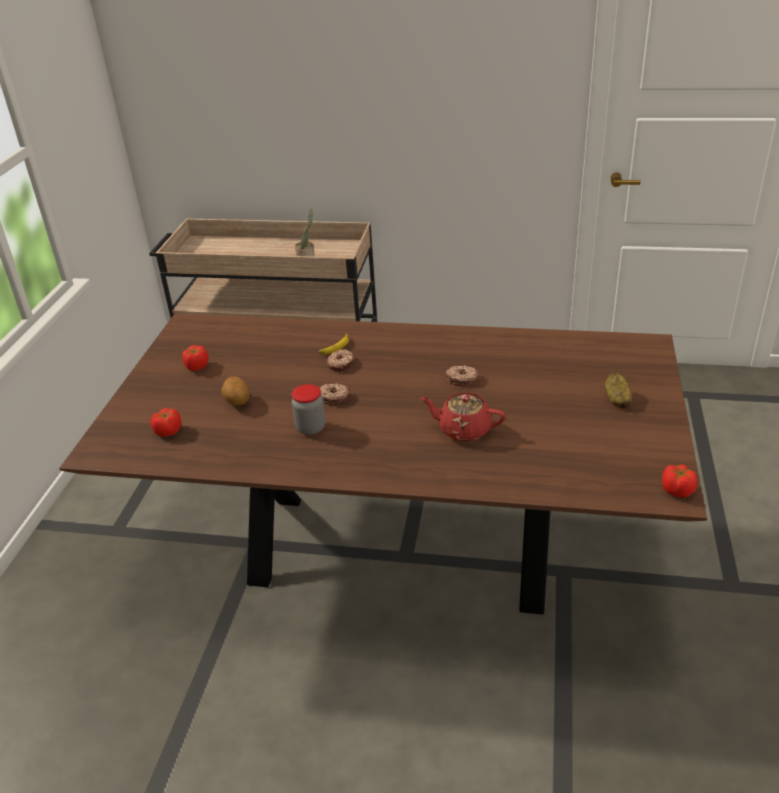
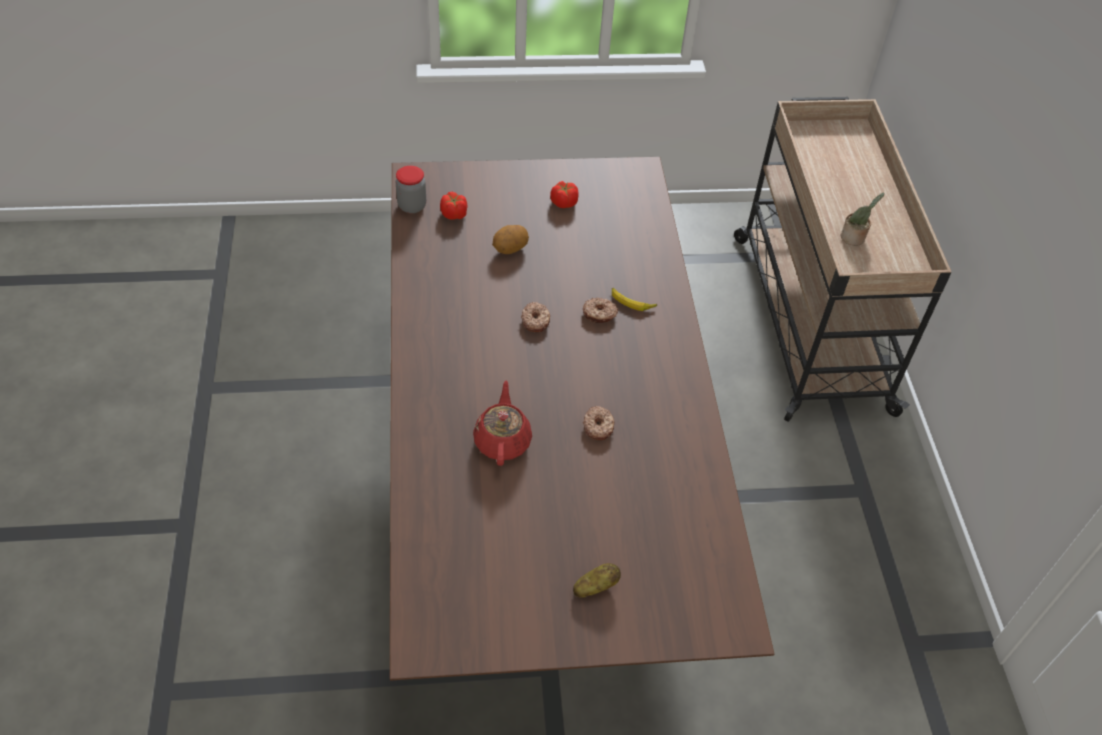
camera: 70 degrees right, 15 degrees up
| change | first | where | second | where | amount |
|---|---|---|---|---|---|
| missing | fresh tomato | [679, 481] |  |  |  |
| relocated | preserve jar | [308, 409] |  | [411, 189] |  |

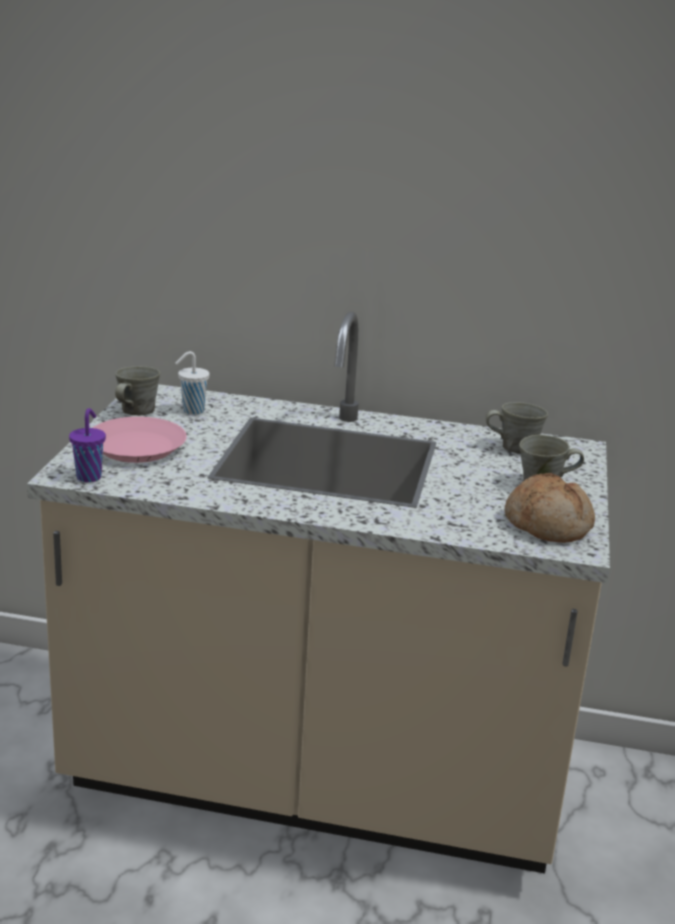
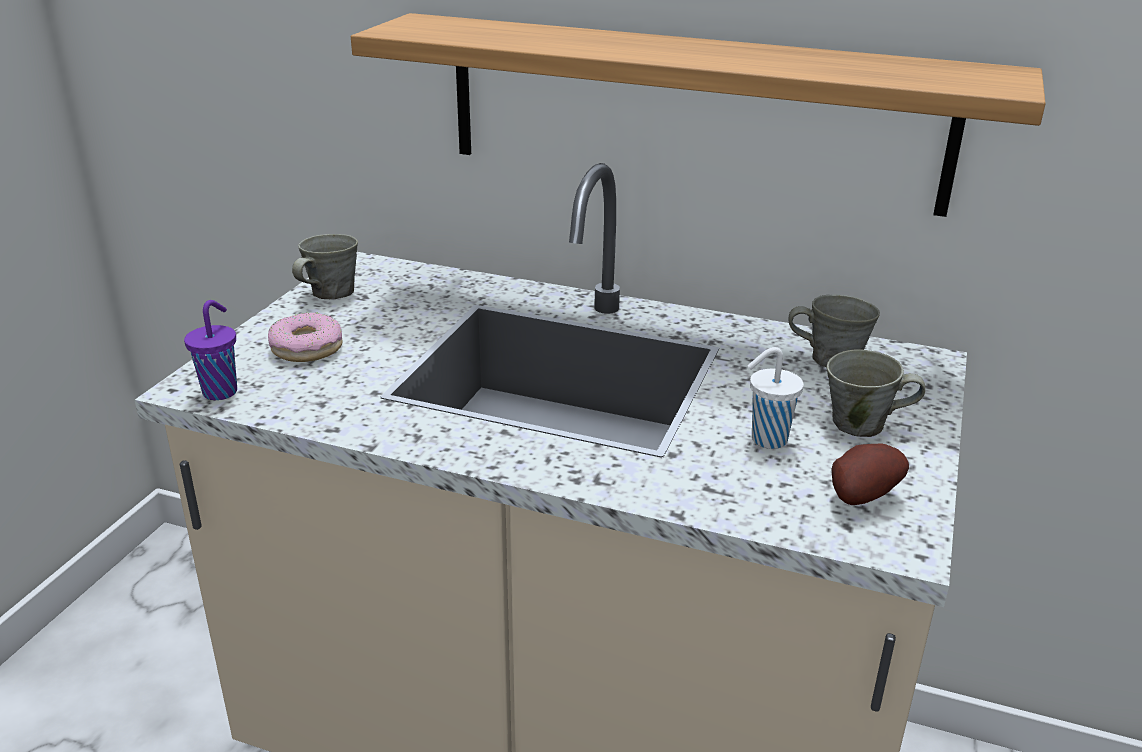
camera: 10 degrees right, 5 degrees up
| change | first | where | second | where | amount |
|---|---|---|---|---|---|
| appeared |  |  | bracket shelf | [698, 115] |  |
| relocated | white-coloured small cup | [192, 383] |  | [776, 398] |  |
| exchanged | pink dinner plate | [140, 440] | donut | [305, 337] |  |
| exchanged | bread | [550, 508] | whole potato | [870, 474] |  |

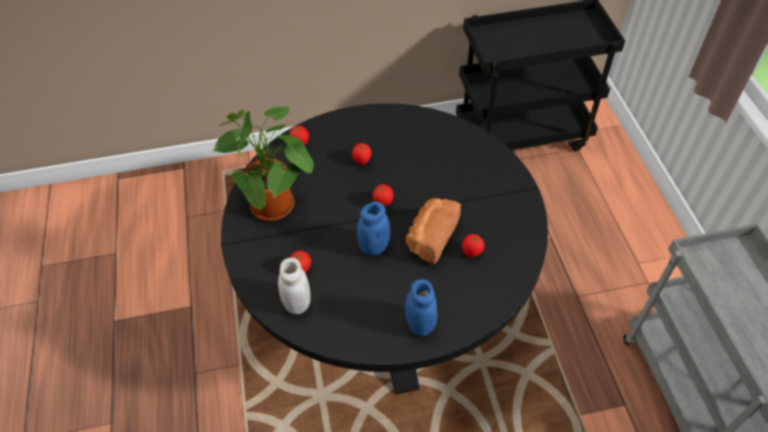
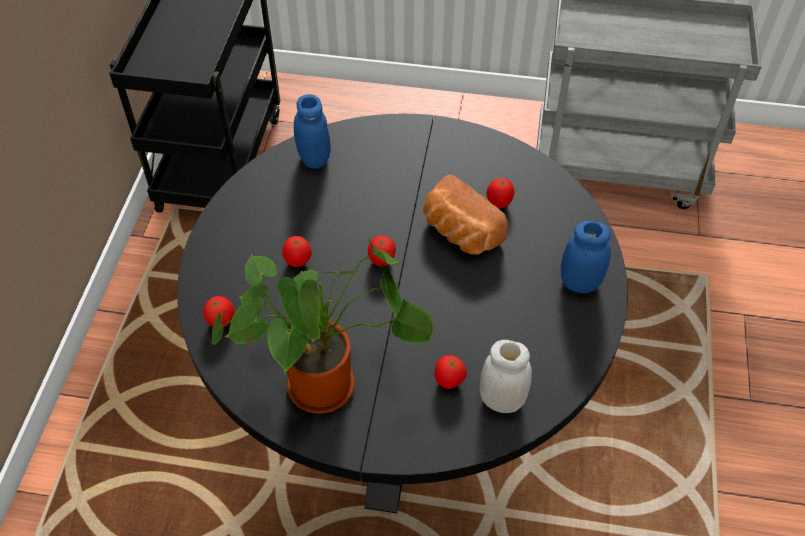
camera: 70 degrees left, 0 degrees up
| change | first | where | second | where | amount |
|---|---|---|---|---|---|
| relocated | bluish preserve jar | [373, 229] |  | [312, 131] |  |

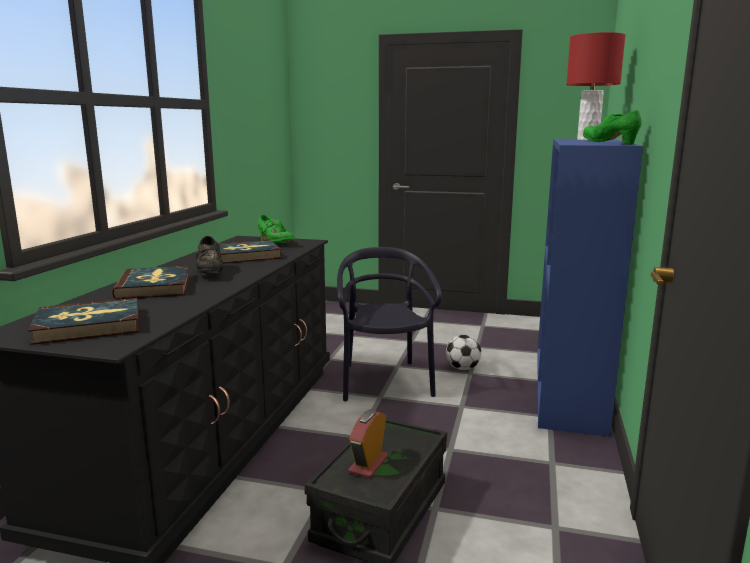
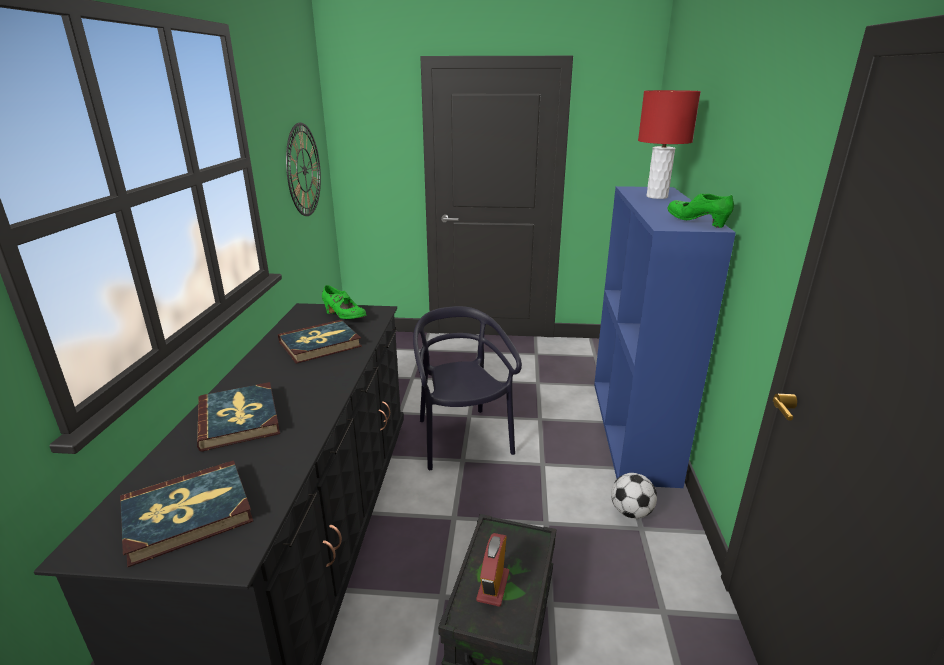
camera: 10 degrees left, 10 degrees up
| change | first | where | second | where | amount |
|---|---|---|---|---|---|
| missing | black low shoe | [209, 255] |  |  |  |
| appeared |  |  | clock on the wall | [303, 169] |  |
| relocated | ball for football | [463, 352] |  | [634, 496] |  |

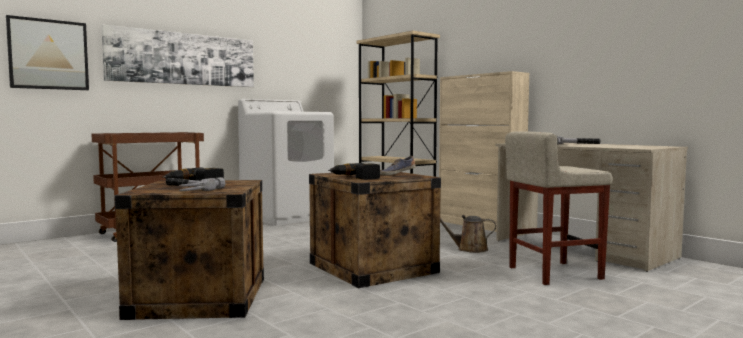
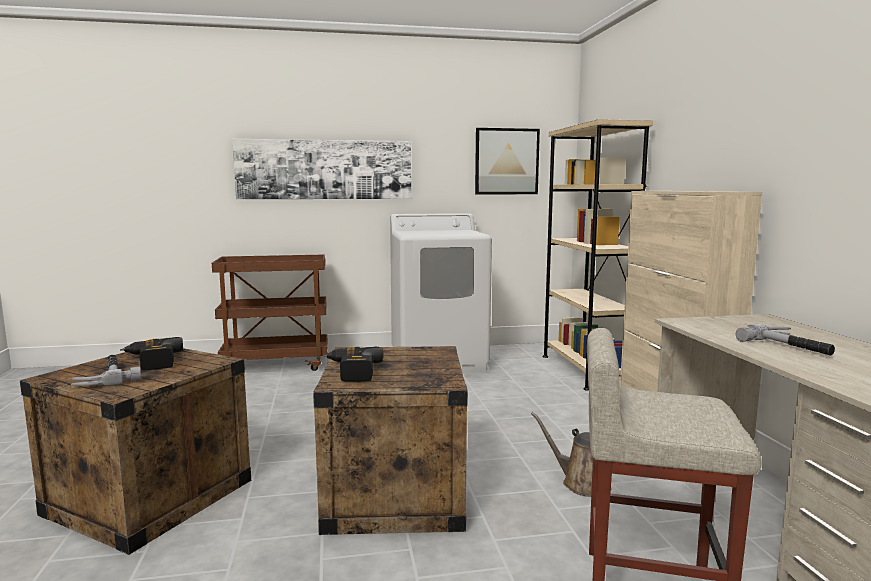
camera: 30 degrees right, 5 degrees up
| change | first | where | second | where | amount |
|---|---|---|---|---|---|
| missing | low shoe | [398, 165] |  |  |  |
| relocated | wall picture | [47, 52] |  | [507, 161] |  |

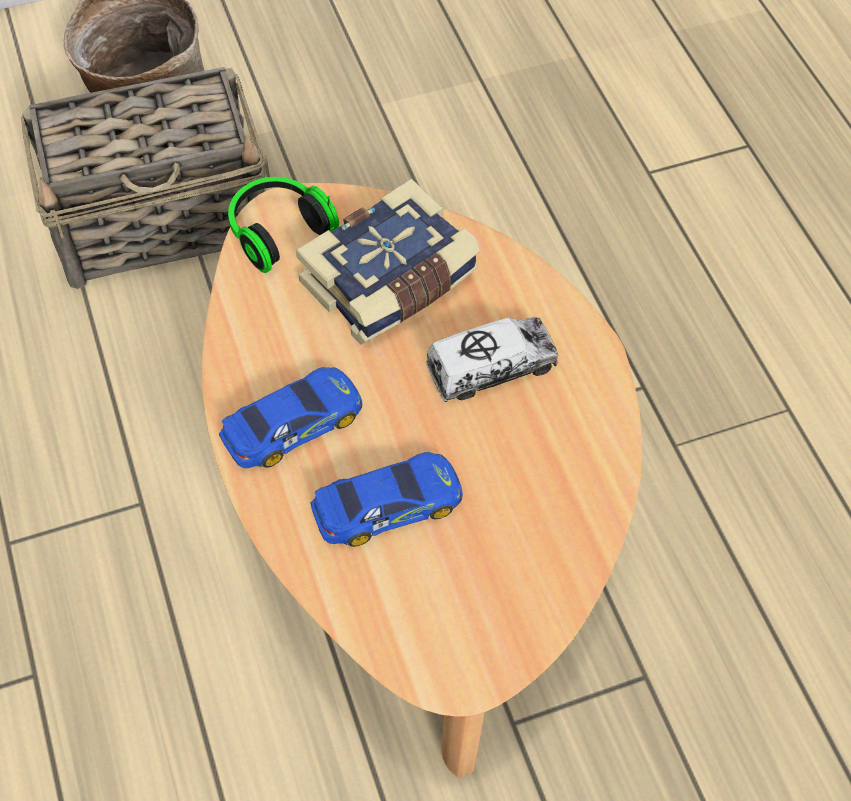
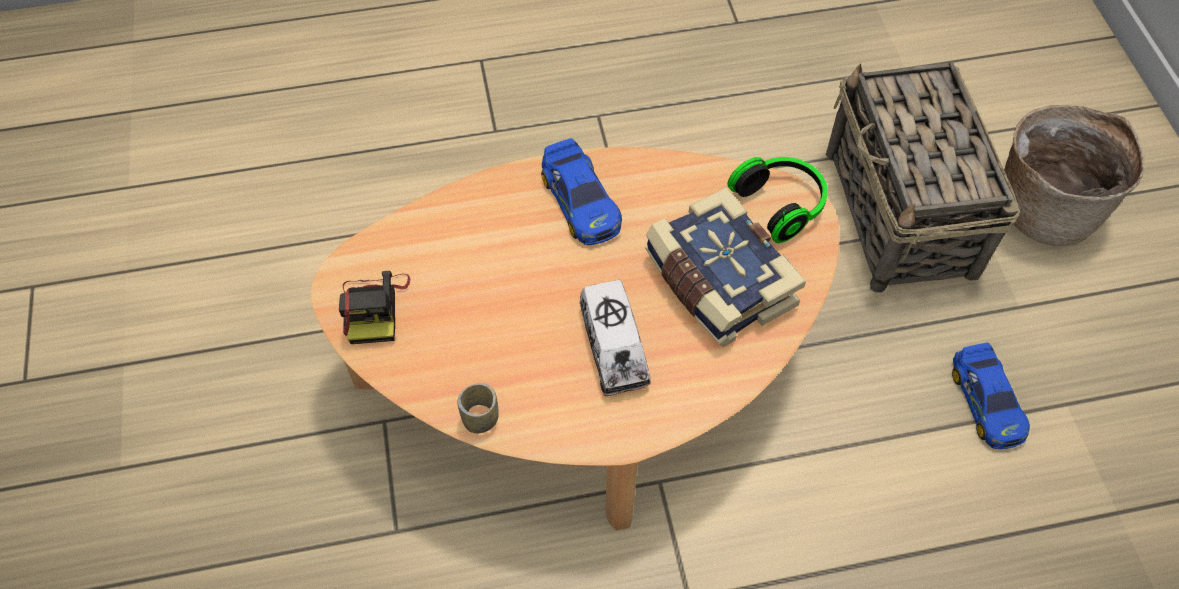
camera: 100 degrees right, 0 degrees up
| change | first | where | second | where | amount |
|---|---|---|---|---|---|
| appeared |  |  | photo camera | [374, 307] |  |
| appeared |  |  | small cup | [478, 408] |  |
| relocated | miniature car | [386, 499] |  | [991, 396] |  |

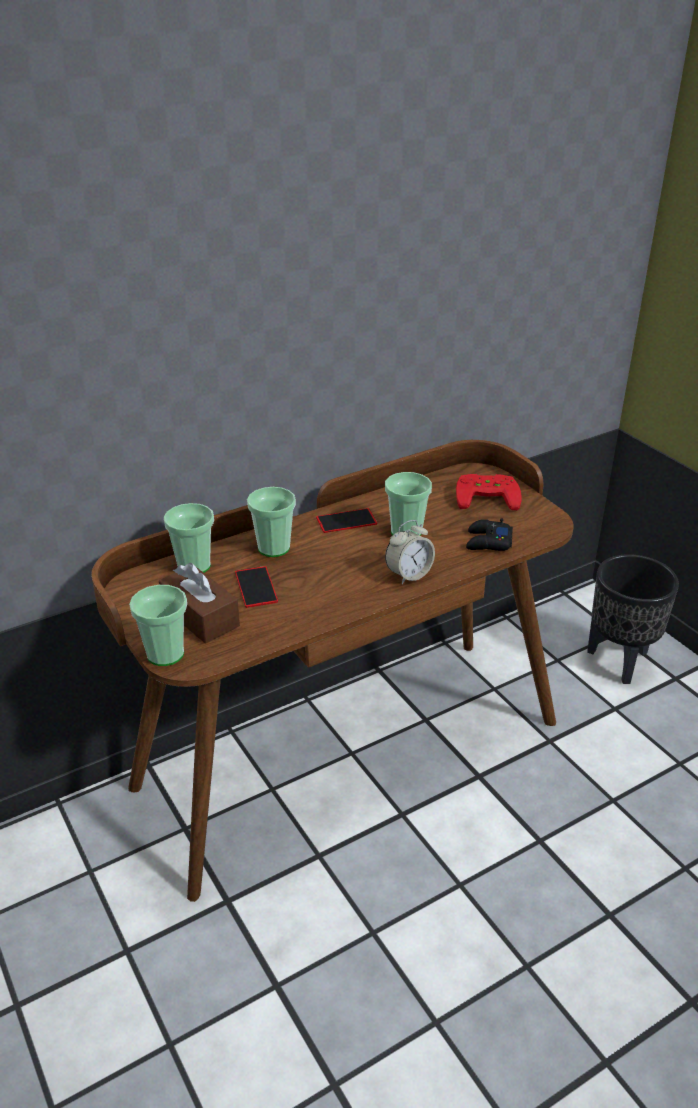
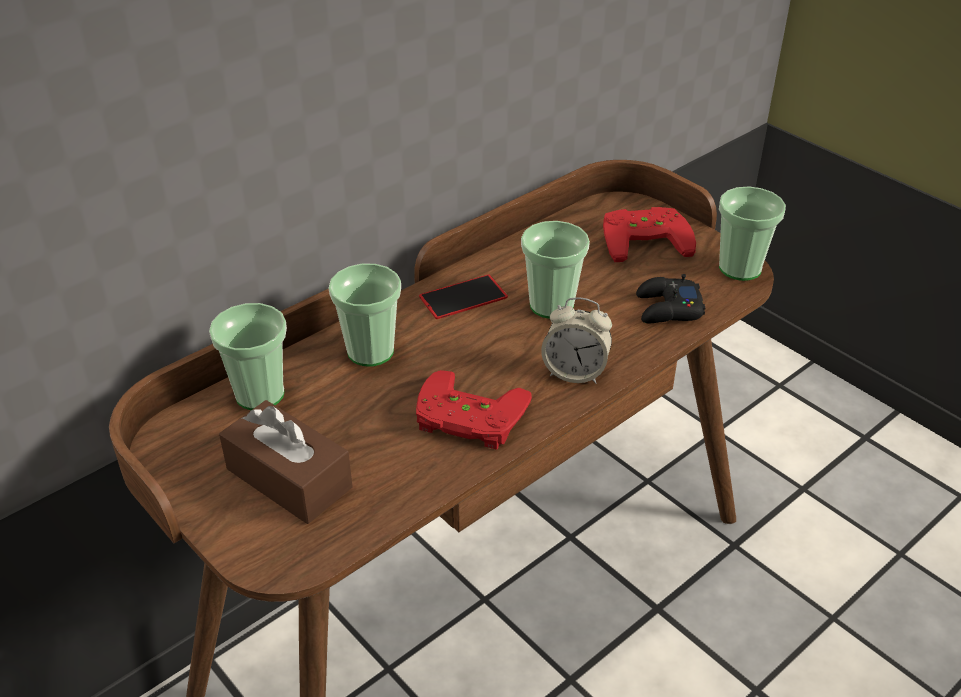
camera: 10 degrees left, 5 degrees up
| change | first | where | second | where | amount |
|---|---|---|---|---|---|
| missing | phone | [256, 587] |  |  |  |
| missing | black plant pot | [633, 619] |  |  |  |
| appeared |  |  | reddish gamepad | [474, 410] |  |
| relocated | small cup | [158, 625] |  | [752, 233] |  |
| spun | alarm clock | [410, 552] |  | [576, 341] | 60 degrees clockwise |

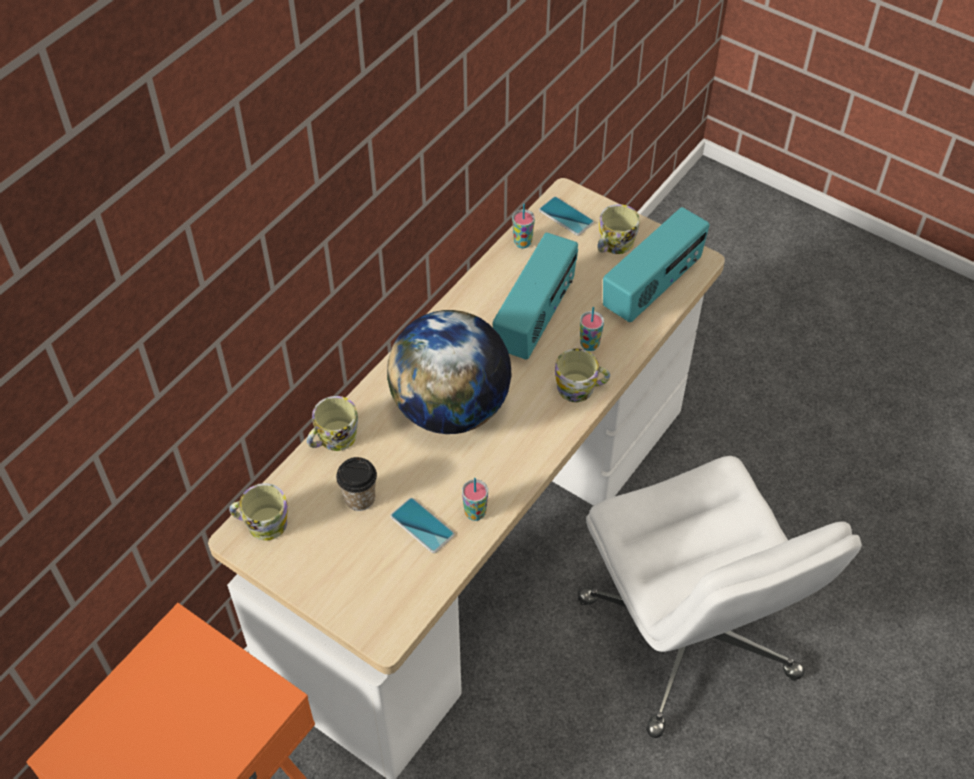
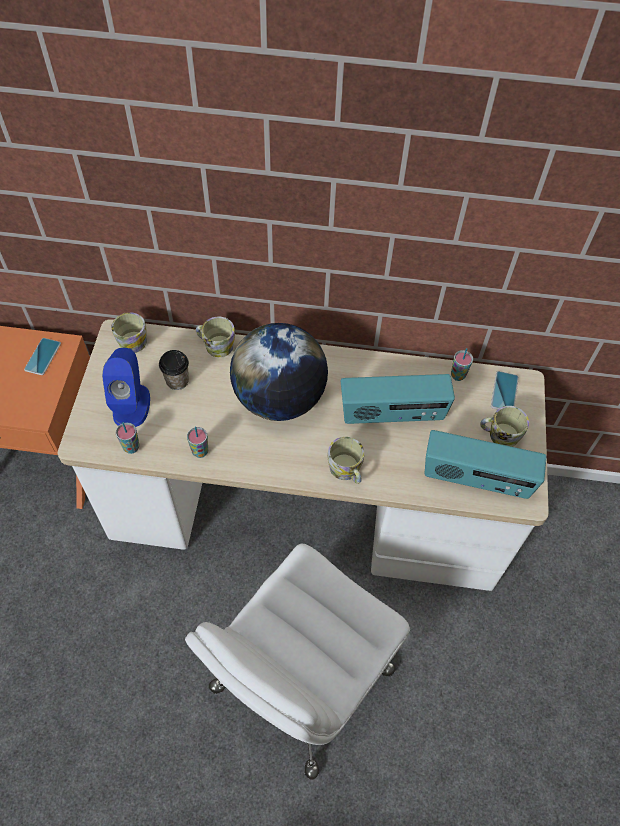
camera: 60 degrees right, 5 degrees up
| change | first | where | second | where | amount |
|---|---|---|---|---|---|
| appeared |  |  | bluish speaker | [126, 387] |  |
| relocated | phone | [422, 525] |  | [42, 356] |  |
| relocated | small cup | [592, 329] |  | [127, 438] |  |

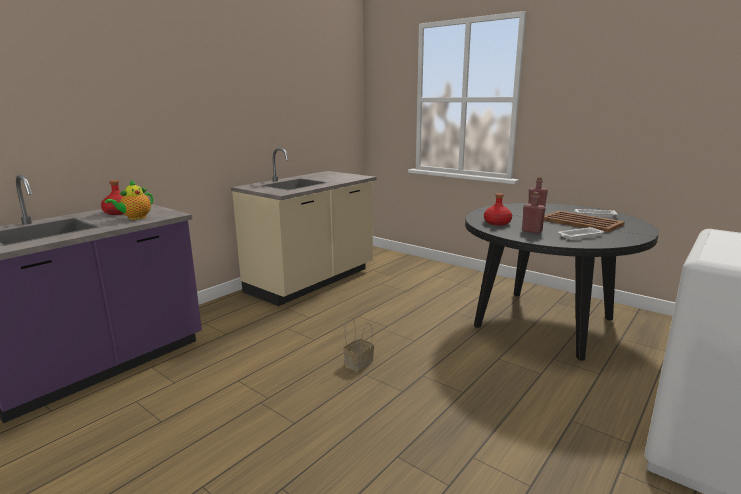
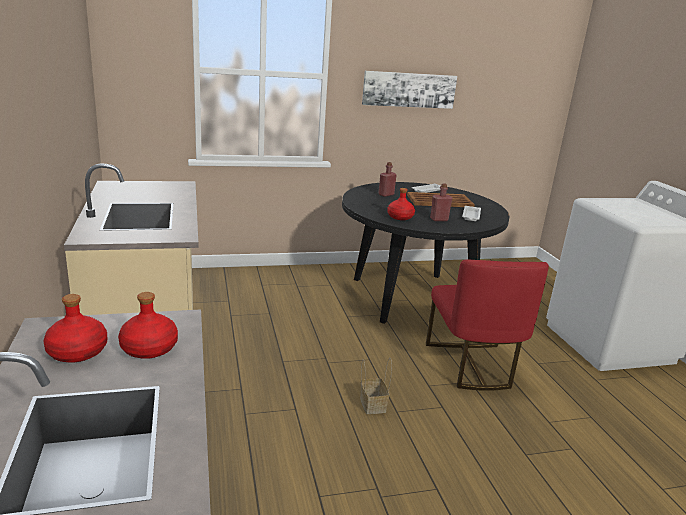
camera: 55 degrees left, 5 degrees up
| change | first | where | second | where | amount |
|---|---|---|---|---|---|
| appeared |  |  | wall picture | [409, 90] |  |
| appeared |  |  | reddish plain chair | [487, 325] |  |
| exchanged | teapot | [129, 199] | reddish drink bottle | [148, 325] |  |

